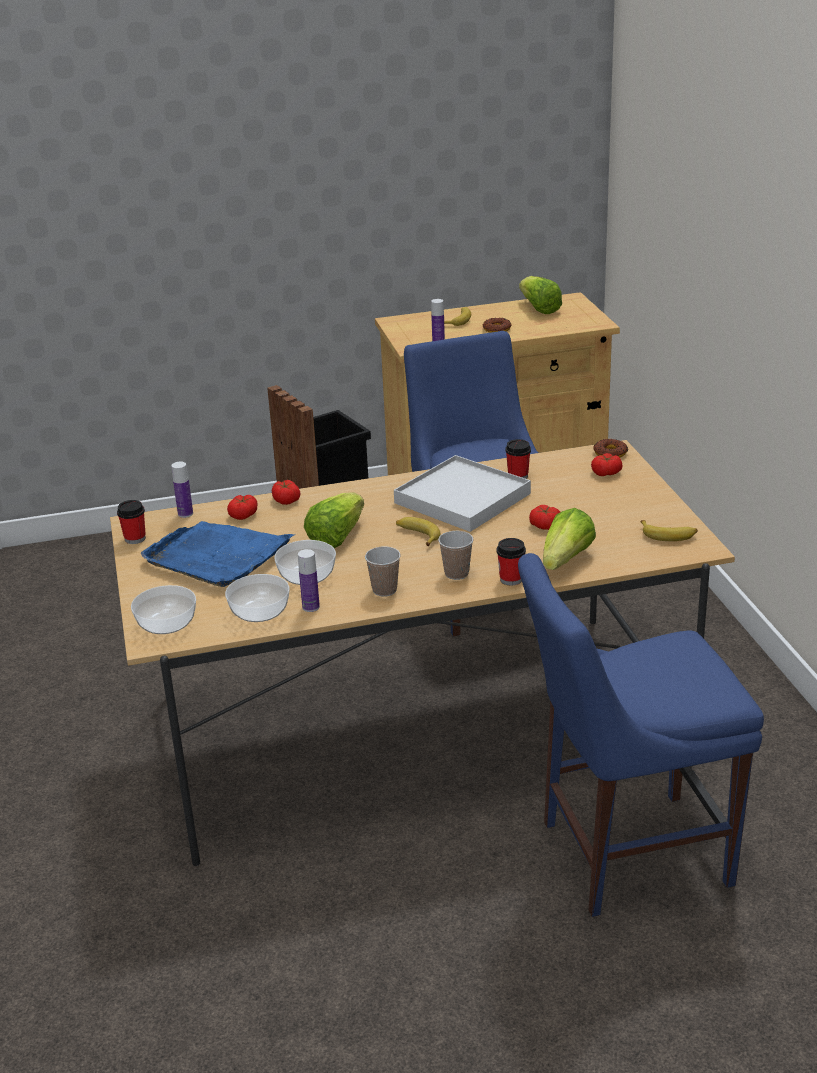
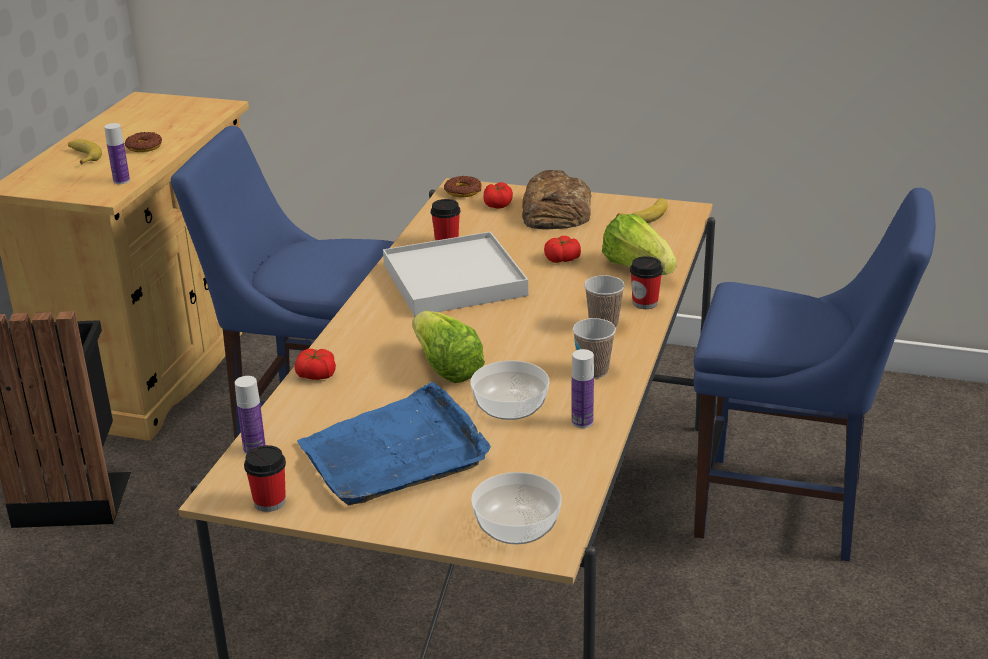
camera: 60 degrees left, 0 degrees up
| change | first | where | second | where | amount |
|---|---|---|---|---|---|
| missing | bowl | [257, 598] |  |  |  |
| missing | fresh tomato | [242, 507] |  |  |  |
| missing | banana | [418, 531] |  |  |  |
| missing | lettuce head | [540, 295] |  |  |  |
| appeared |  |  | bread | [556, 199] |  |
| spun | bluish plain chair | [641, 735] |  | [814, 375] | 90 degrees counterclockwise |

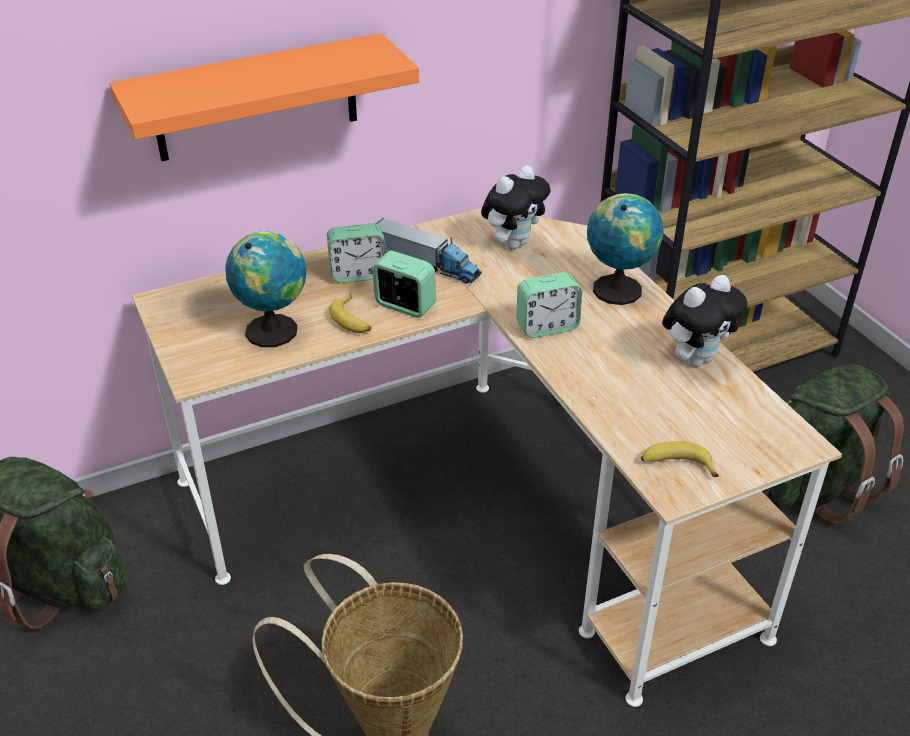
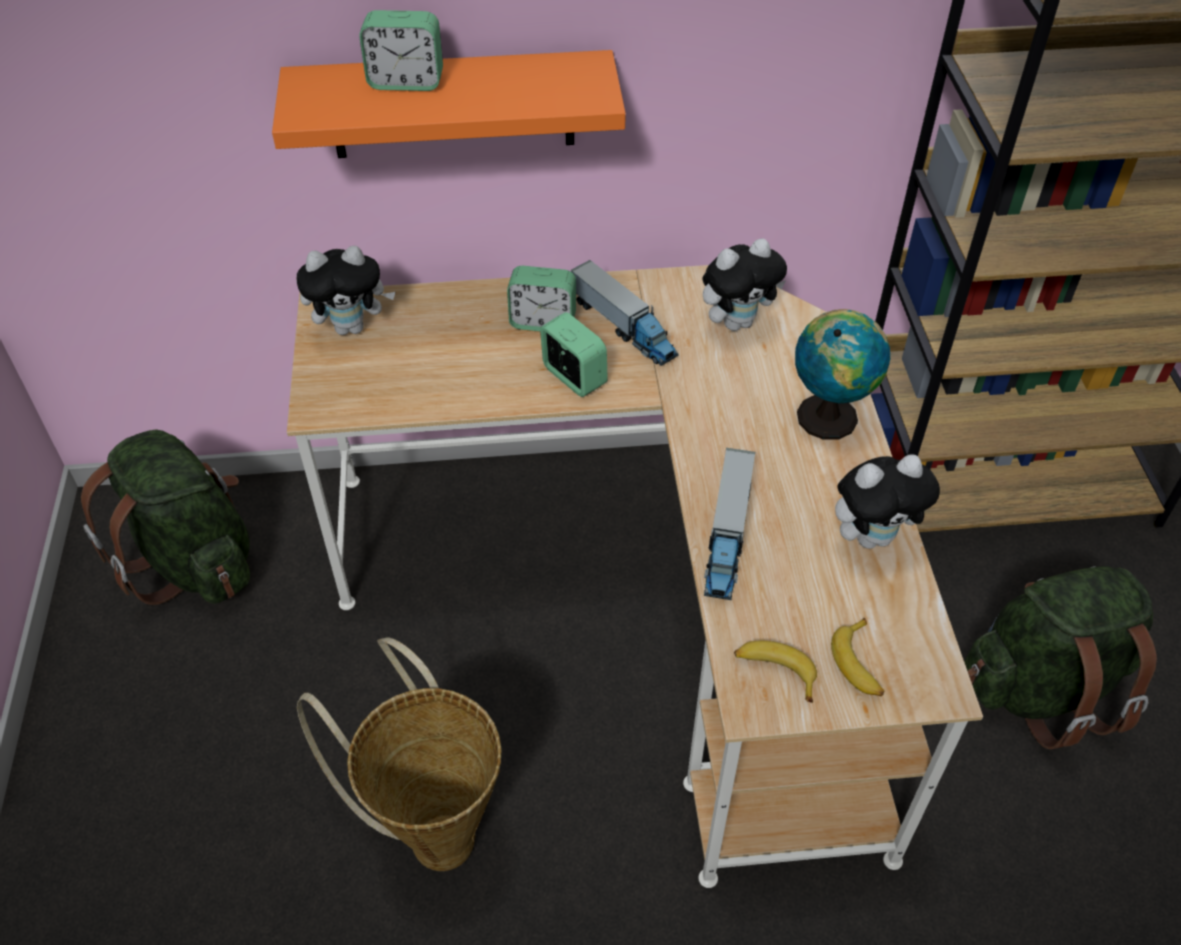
camera: 20 degrees right, 10 degrees up
| change | first | where | second | where | amount |
|---|---|---|---|---|---|
| missing | world globe | [265, 289] |  |  |  |
| appeared |  |  | soft toy | [346, 290] |  |
| appeared |  |  | toy truck | [730, 524] |  |
| relocated | banana | [350, 313] |  | [858, 657] |  |
| relocated | alarm clock | [549, 305] |  | [401, 50] |  |

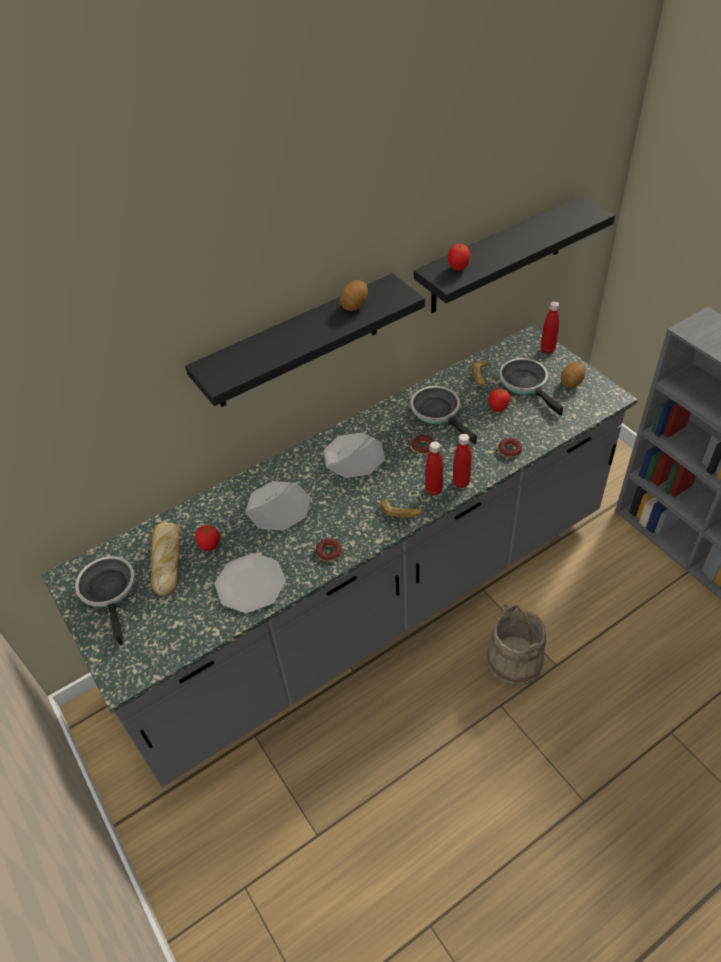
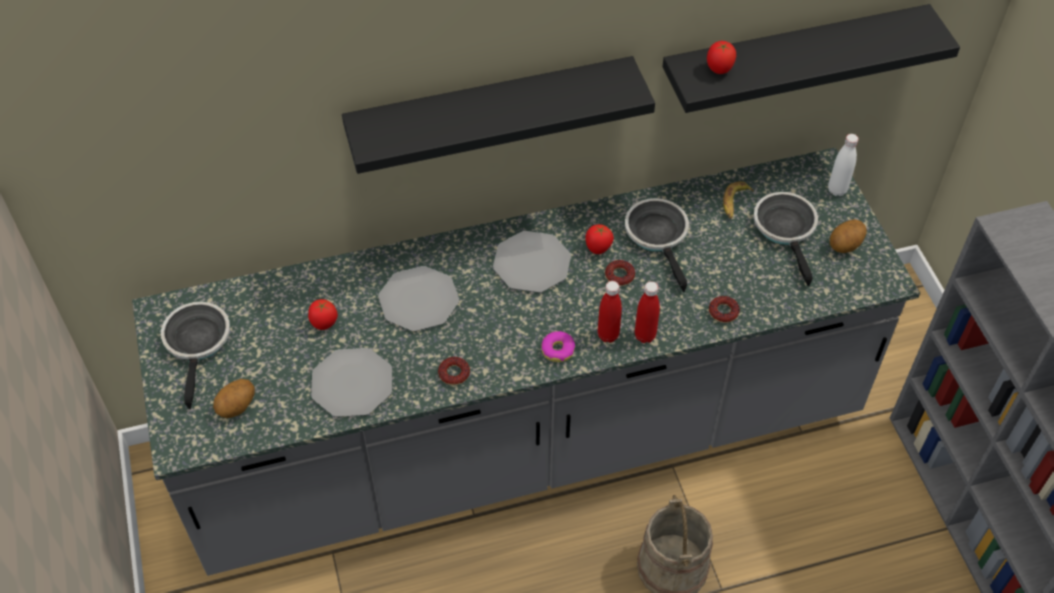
camera: 15 degrees right, 5 degrees up
| change | first | where | second | where | amount |
|---|---|---|---|---|---|
| missing | bread | [165, 559] |  |  |  |
| relocated | whole potato | [354, 295] |  | [234, 398] |  |
| relocated | fresh tomato | [499, 400] |  | [599, 239] |  |
| exchanged | banana | [401, 507] | donut | [558, 346] |  |
| colour | reddish drink bottle | [550, 327] | white-coloured drink bottle | [843, 165] |  |

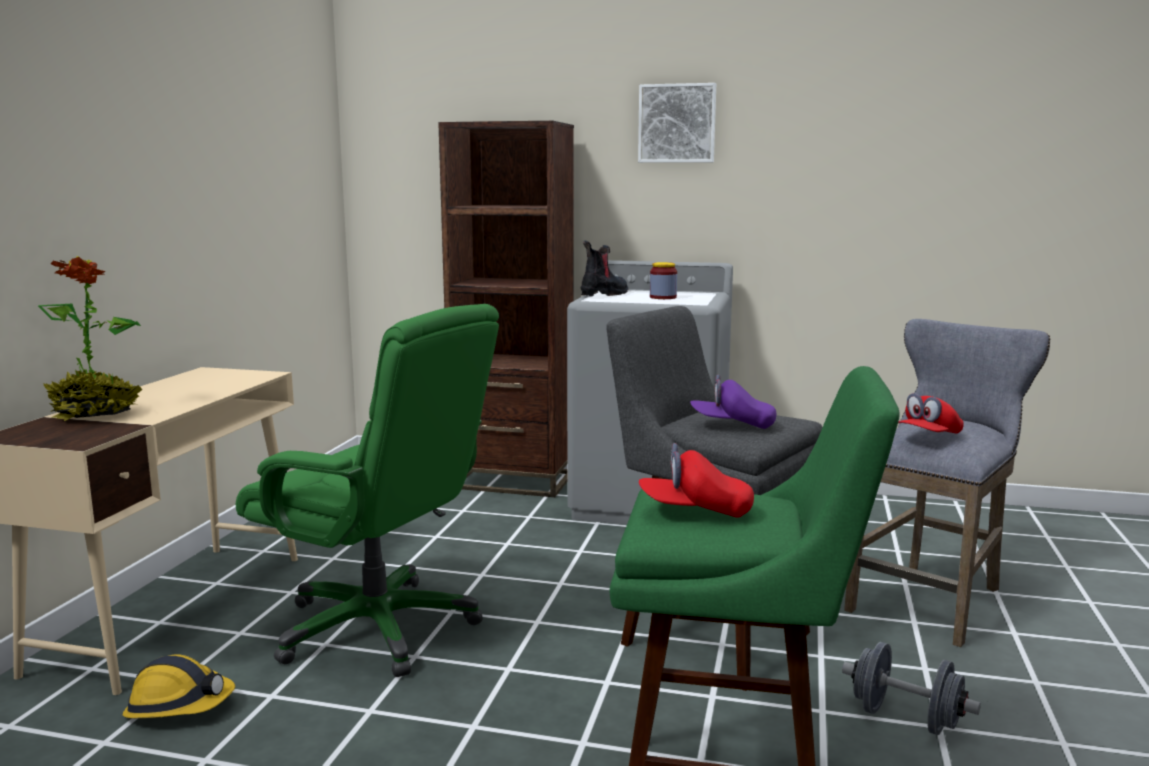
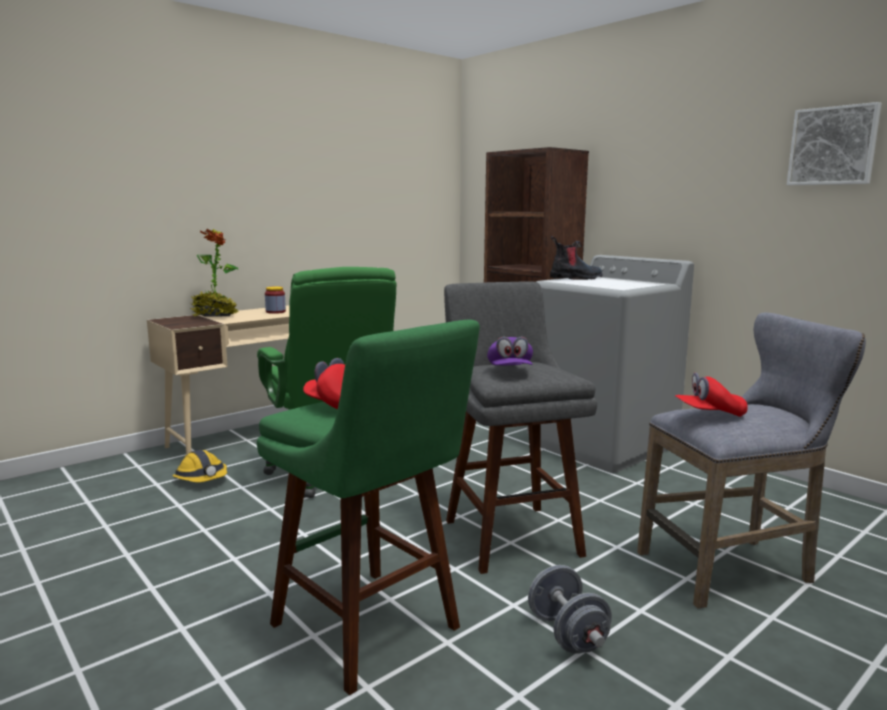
camera: 35 degrees right, 0 degrees up
| change | first | where | second | where | amount |
|---|---|---|---|---|---|
| relocated | wall picture | [677, 123] |  | [834, 143] |  |
| relocated | preserve jar | [663, 280] |  | [275, 300] |  |
| spun | purplish cap | [733, 402] |  | [510, 351] | 135 degrees counterclockwise |

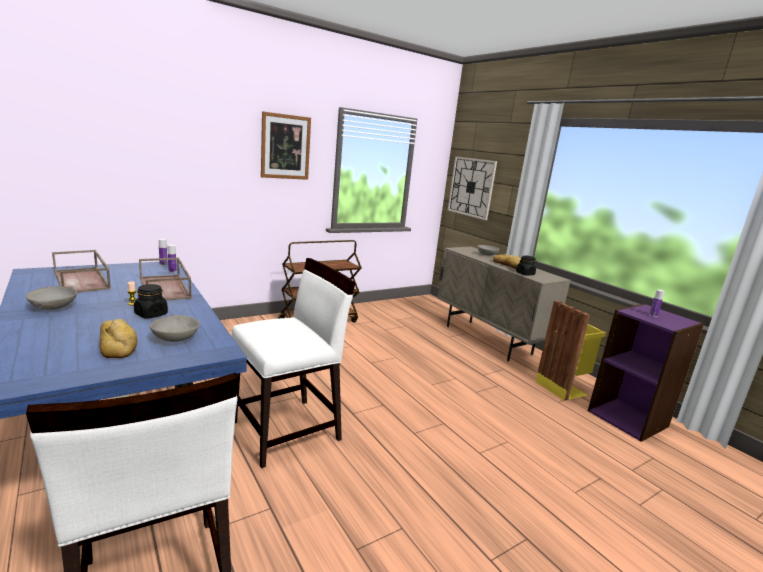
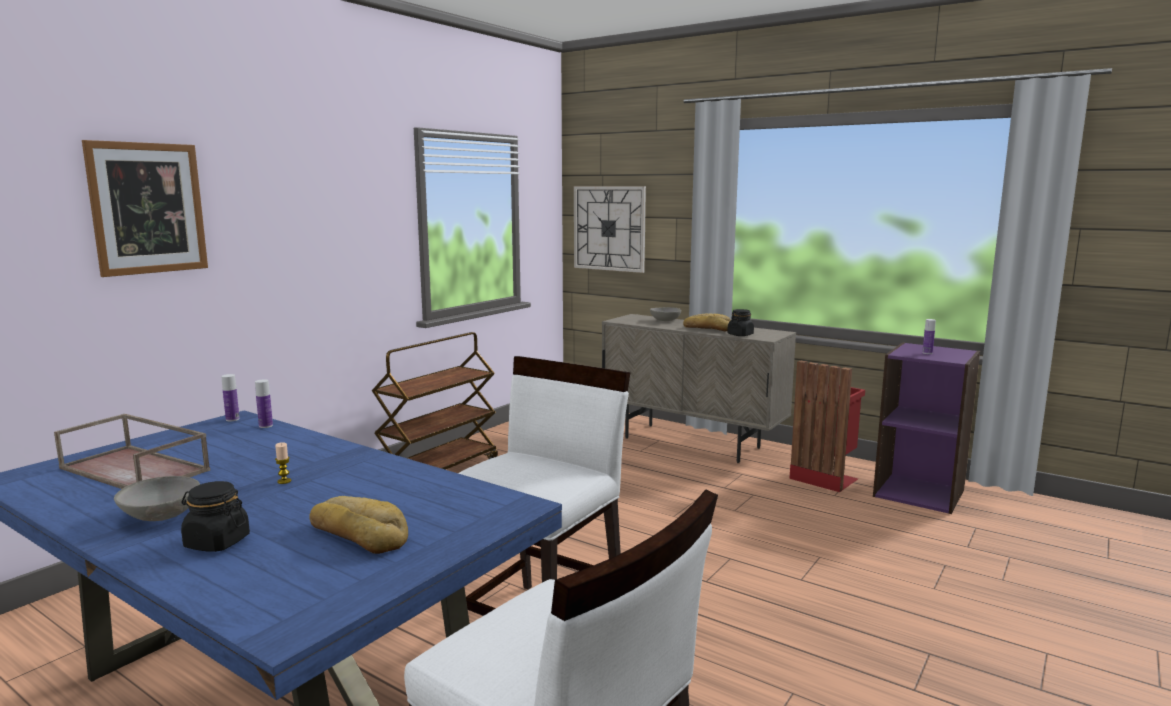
camera: 20 degrees left, 5 degrees down
| change | first | where | second | where | amount |
|---|---|---|---|---|---|
| missing | brownish carrying tray | [165, 279] |  |  |  |
| missing | gray bowl | [175, 328] |  |  |  |
| relocated | black preserve jar | [151, 301] |  | [215, 516] |  |
| relocated | wall picture | [286, 145] |  | [145, 208] |  |
| colour | yellow-coloured trash can | [570, 351] | reddish trash can | [827, 426] |  |

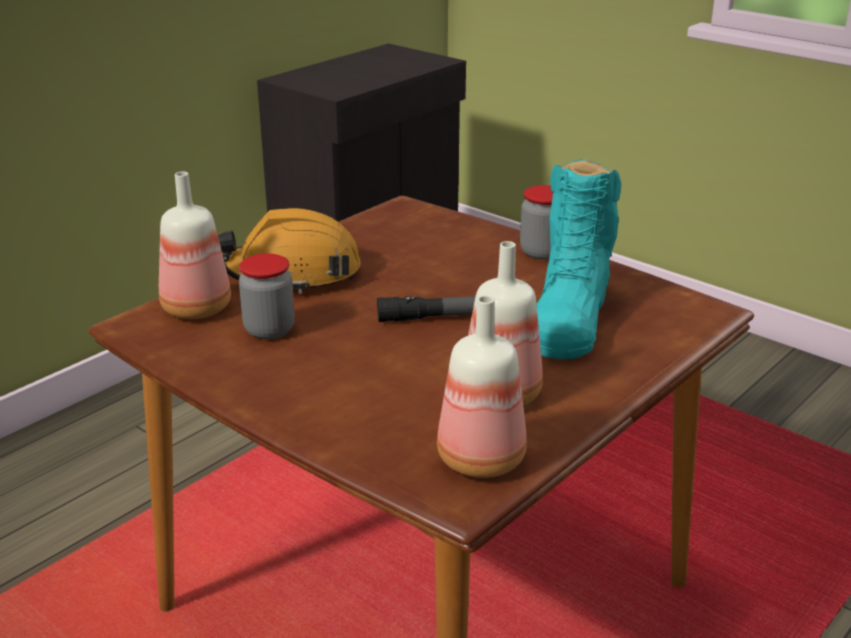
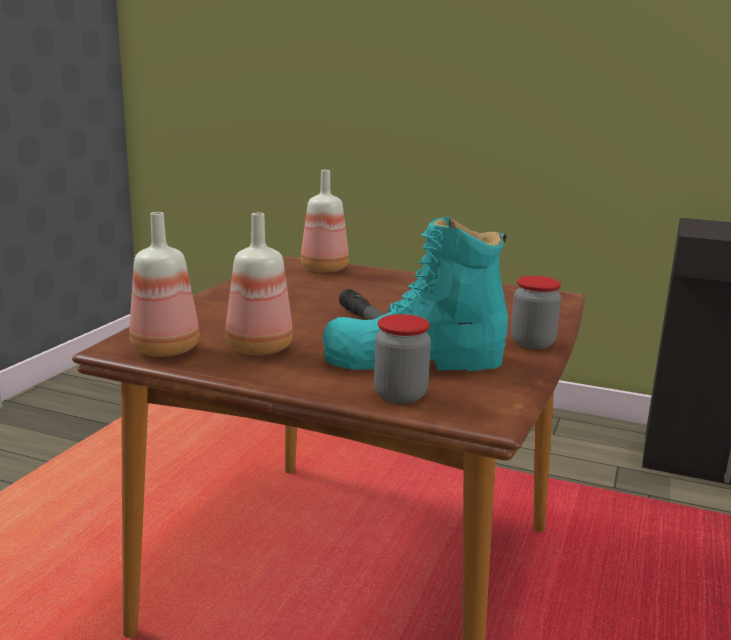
camera: 70 degrees right, 10 degrees down
| change | first | where | second | where | amount |
|---|---|---|---|---|---|
| missing | orange-coloured work helmet | [289, 251] |  |  |  |
| relocated | preserve jar | [267, 296] |  | [402, 359] |  |

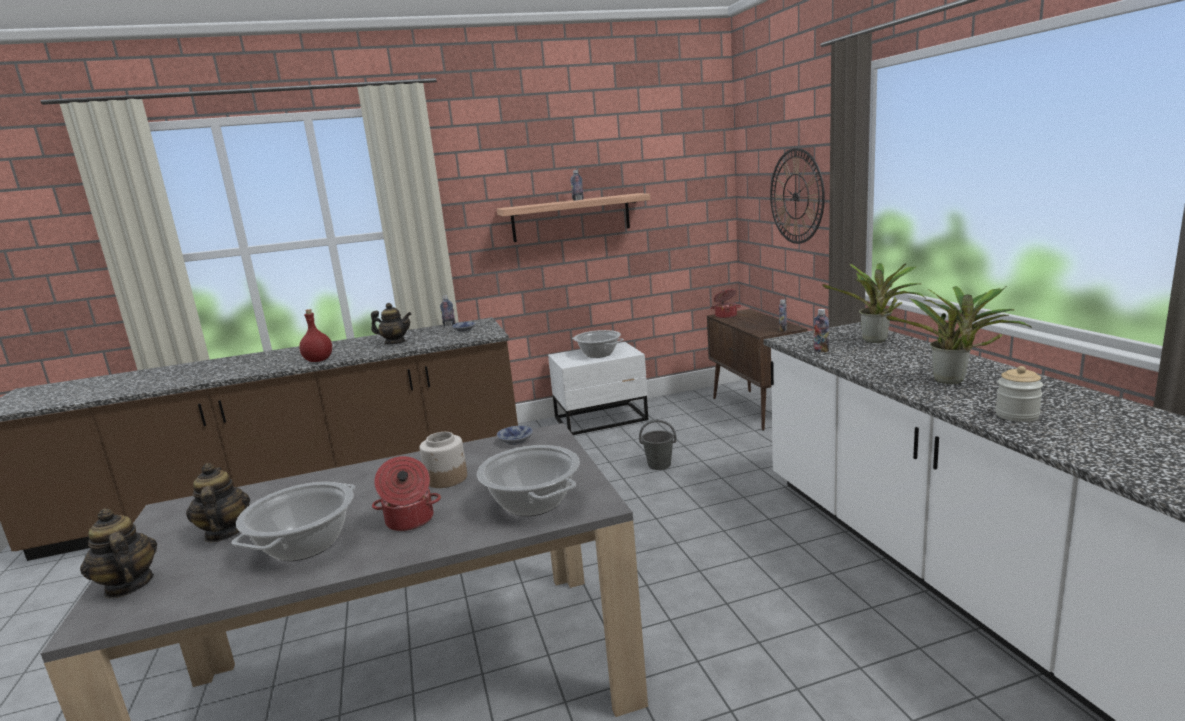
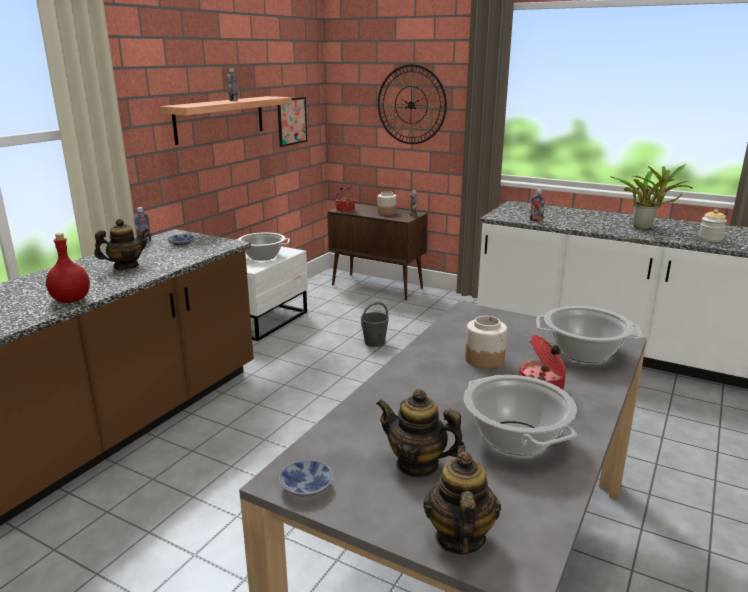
camera: 45 degrees left, 5 degrees up
| change | first | where | second | where | amount |
|---|---|---|---|---|---|
| missing | potted plant | [873, 303] |  |  |  |
| appeared |  |  | wall picture | [292, 122] |  |
| appeared |  |  | preserve jar | [387, 203] |  |
| relocated | bowl | [515, 435] |  | [306, 478] |  |
| spun | teapot | [118, 554] |  | [462, 500] | 90 degrees clockwise |

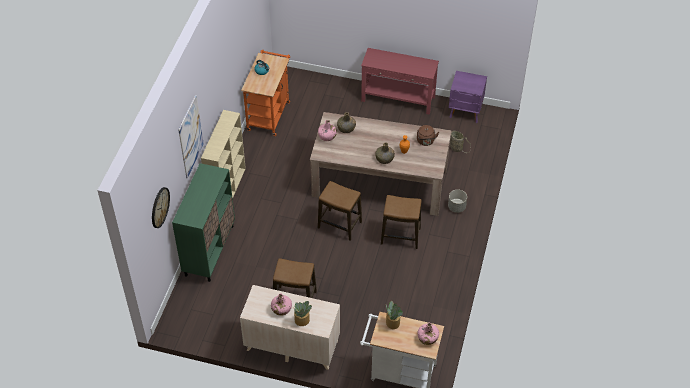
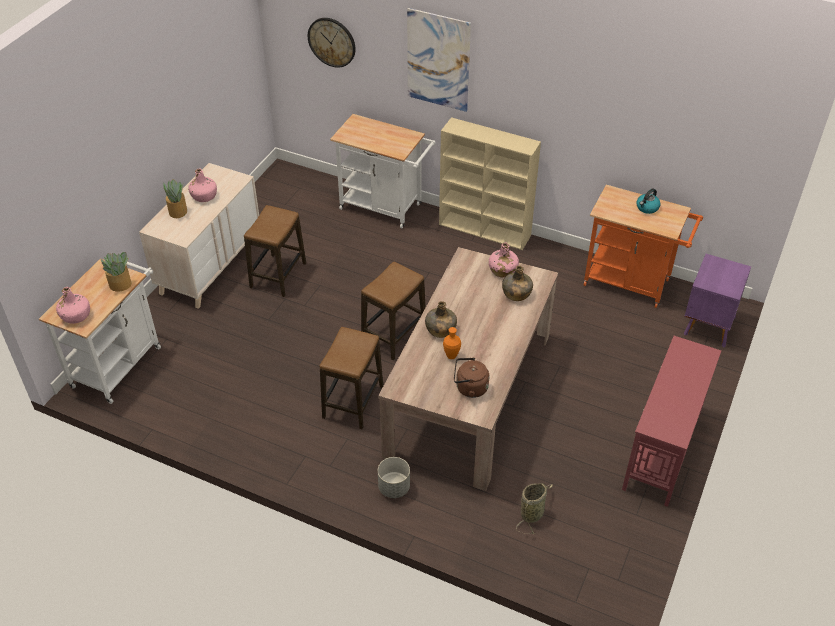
camera: 100 degrees right, 5 degrees down
| change | first | where | second | where | amount |
|---|---|---|---|---|---|
| relocated | purplish bedside table | [468, 97] |  | [717, 301] |  |
| exchanged | green-coloured cabinet | [203, 222] | white-coloured wheeled cart | [383, 171] |  |

